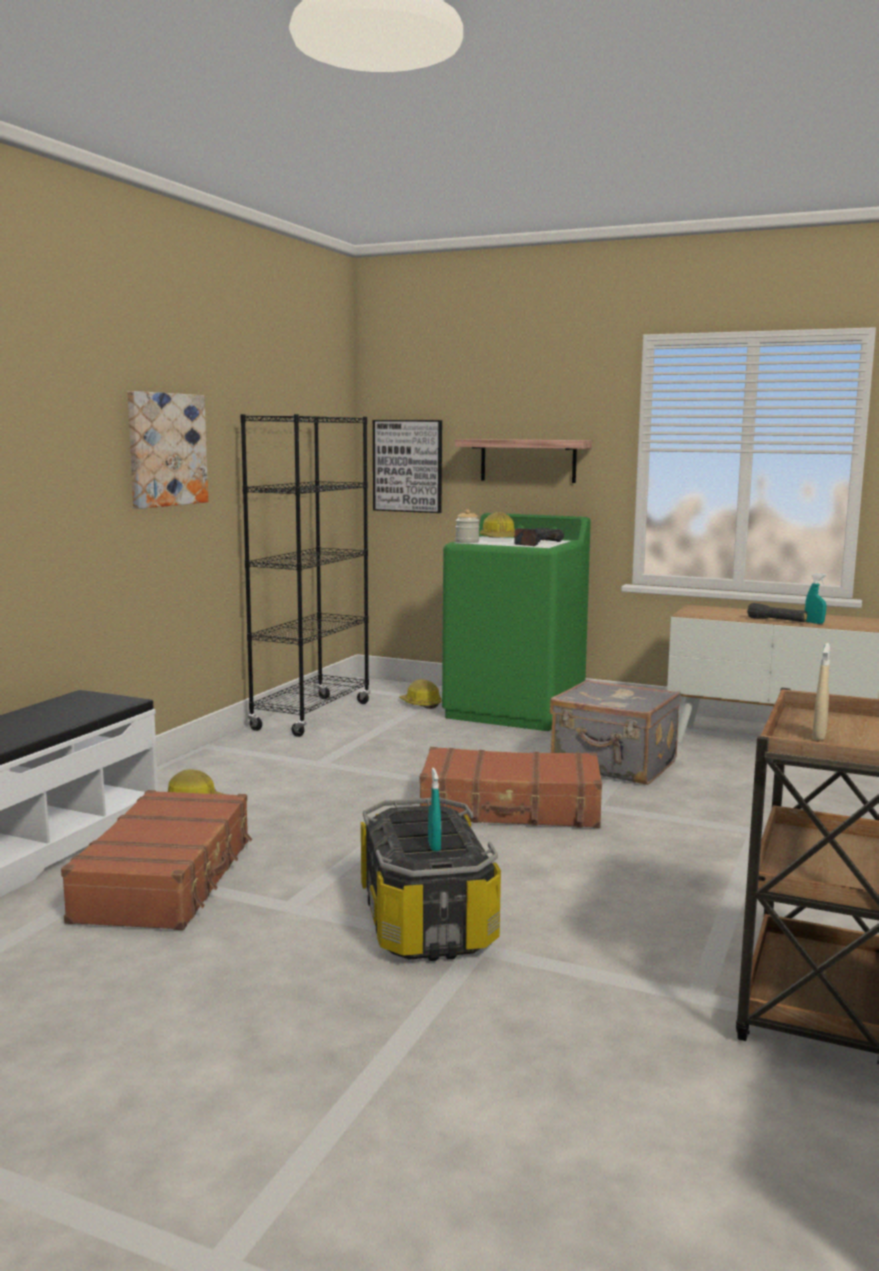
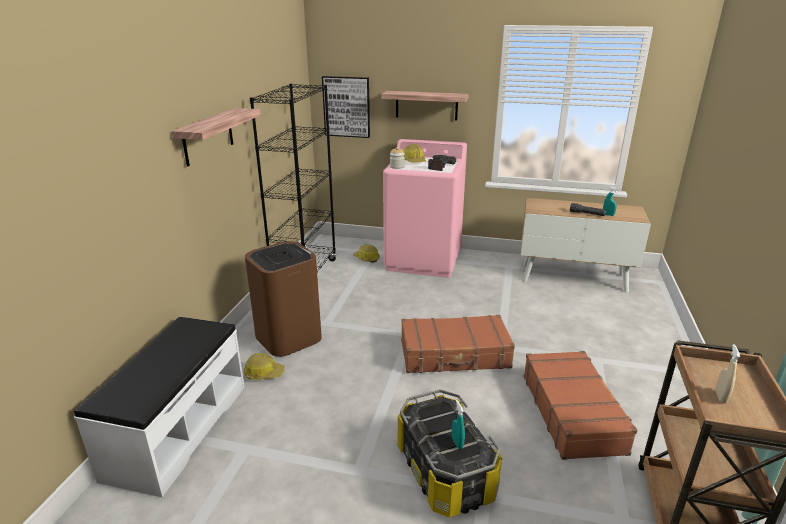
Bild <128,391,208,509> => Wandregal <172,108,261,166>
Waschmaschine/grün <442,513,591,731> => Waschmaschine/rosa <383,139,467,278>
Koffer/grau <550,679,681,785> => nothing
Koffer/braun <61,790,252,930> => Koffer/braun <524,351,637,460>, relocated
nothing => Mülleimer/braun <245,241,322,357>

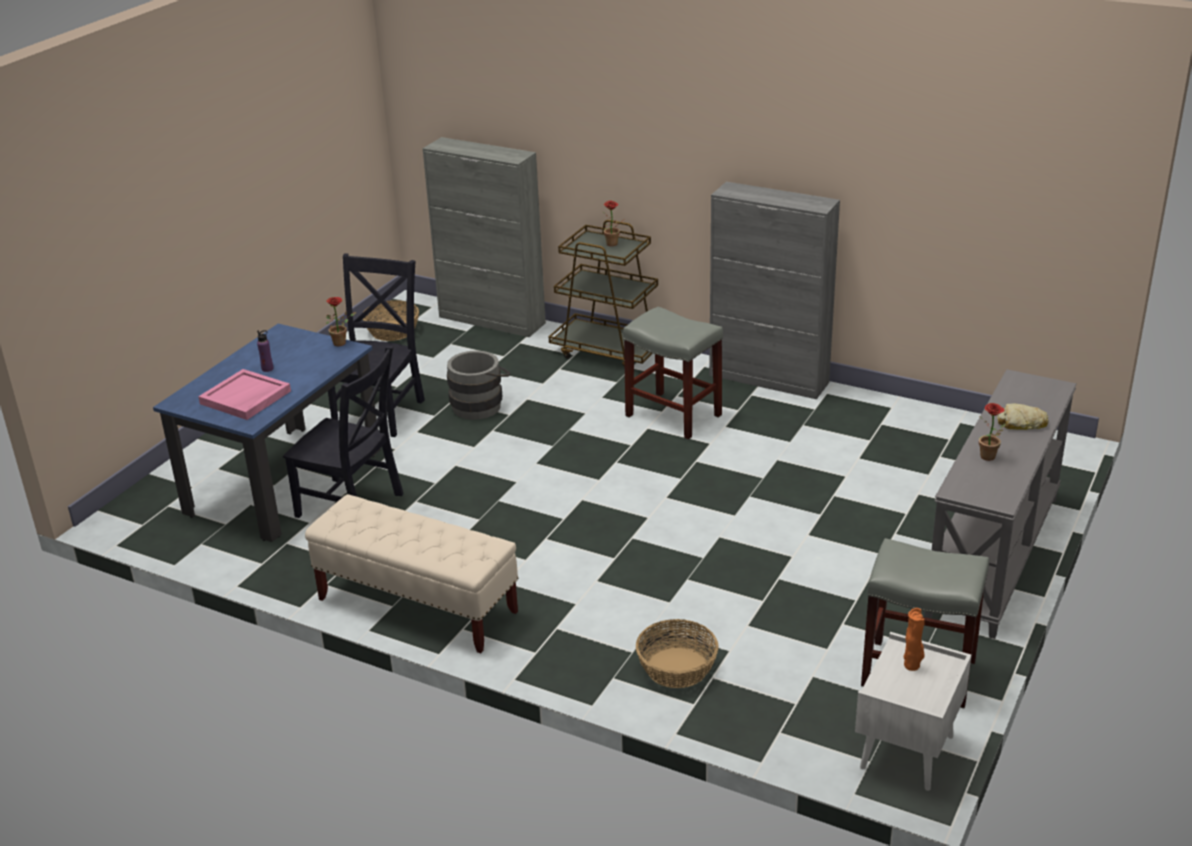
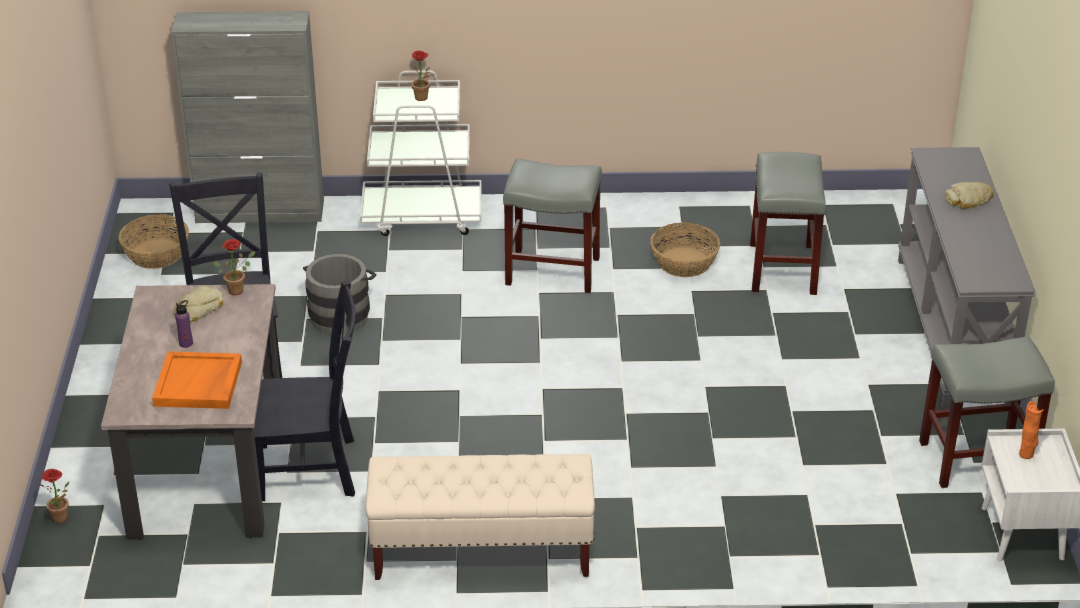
Schrank/grau <709,182,840,399> => nothing
Rollwagen/braun <549,220,658,367> => Rollwagen/weiß <360,71,481,236>
Esstisch/blau <153,324,381,542> => Esstisch/beige <101,284,280,540>
Tablett/rosa <198,369,291,420> => Tablett/orange <152,352,242,409>
Topfpflanze <979,403,1006,461> => Topfpflanze <40,469,69,523>, relocated
Korb <636,619,718,688> => Korb <650,222,720,277>, relocated
nothing => Hocker/grau <750,152,826,295>
nothing => Brot <173,285,223,322>

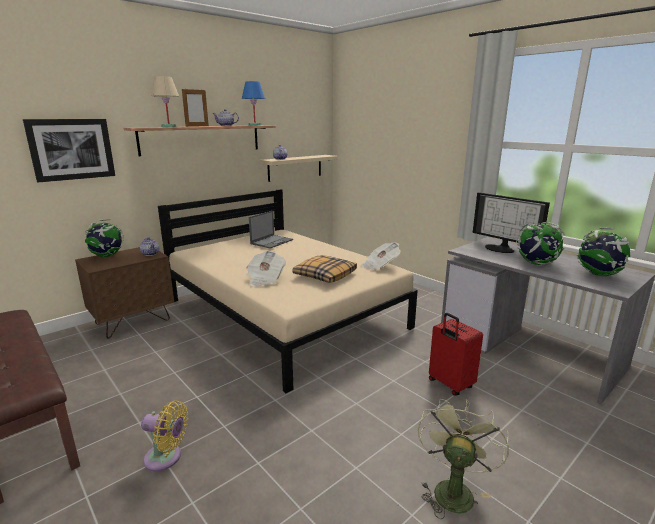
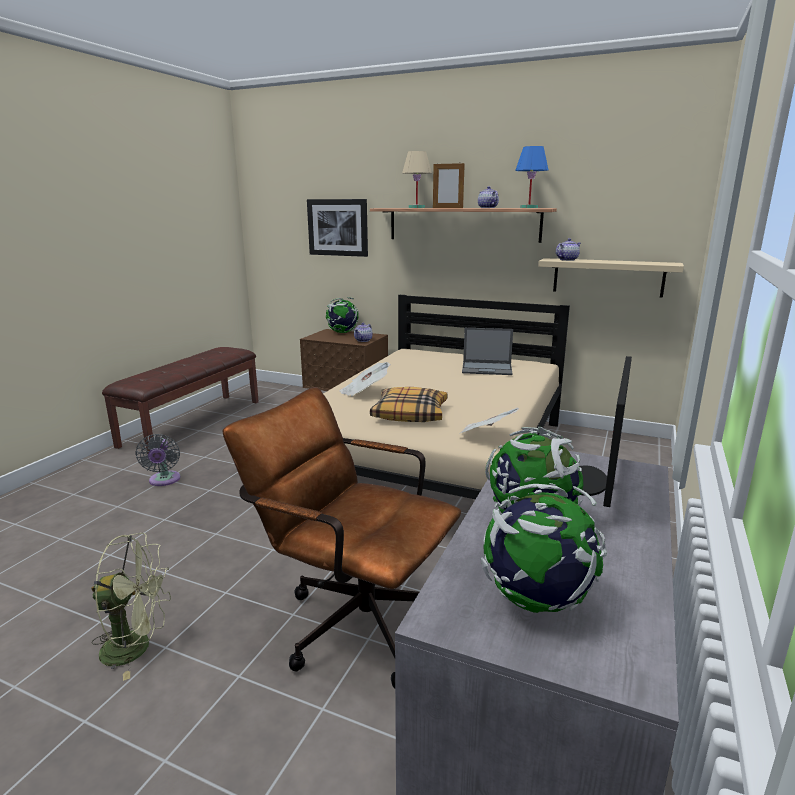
Koffer/rot <429,313,483,396> => Bürostuhl/braun <223,387,461,688>
Ventilator/gelb <141,400,188,472> => Ventilator/grau <135,434,180,486>

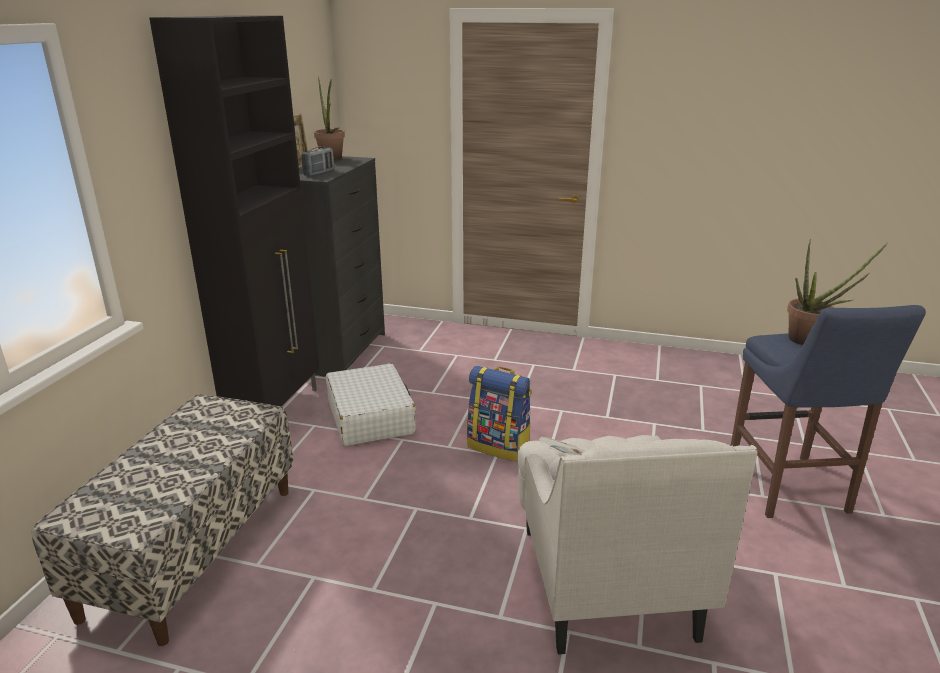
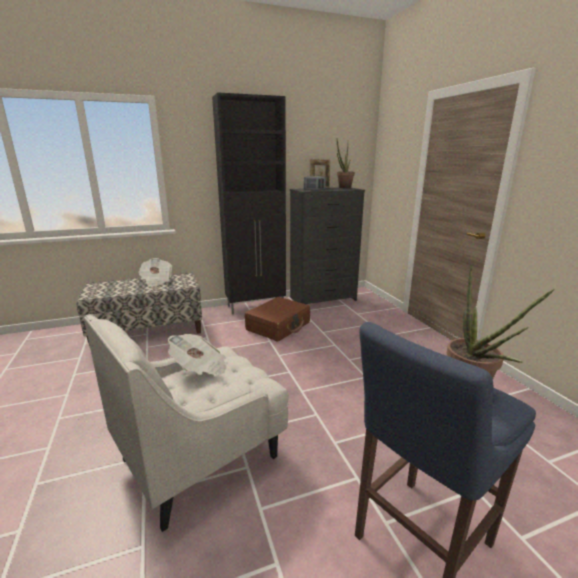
Koffer/weiß <326,363,416,446> => Koffer/braun <245,297,310,342>
Rucksack <467,366,531,461> => nothing
nothing => Zeitung <138,258,172,287>

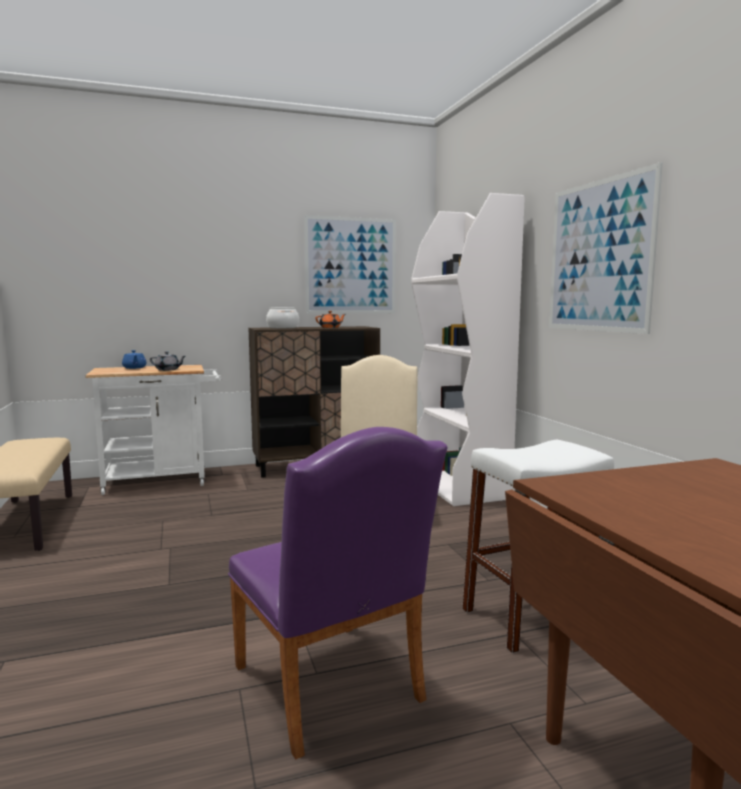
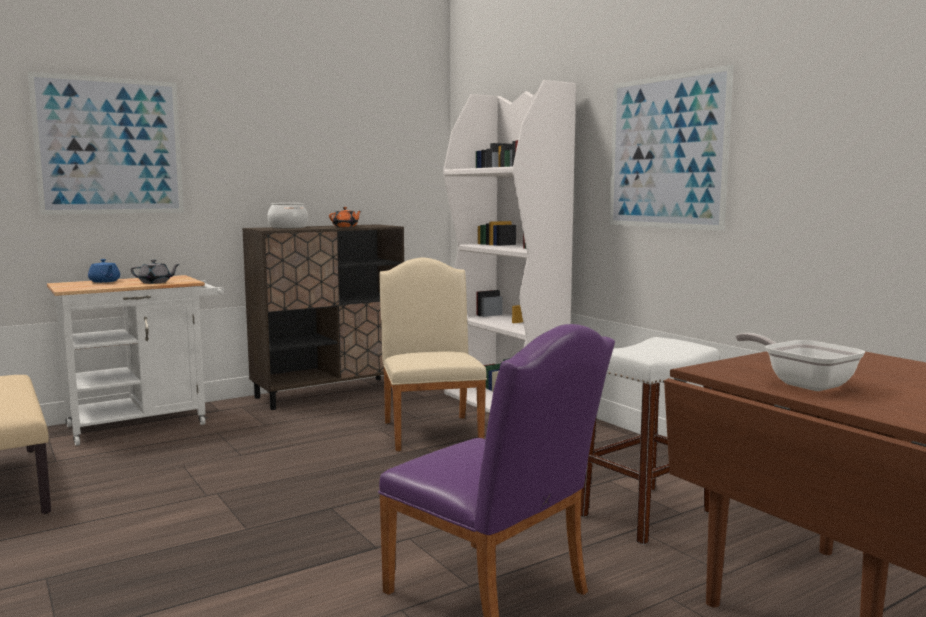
Bild <304,215,396,314> => Bild <28,72,184,215>, relocated
nothing => Pfanne <735,333,865,391>

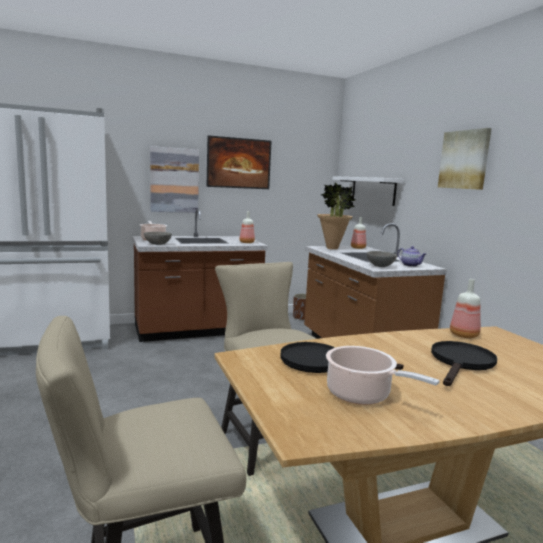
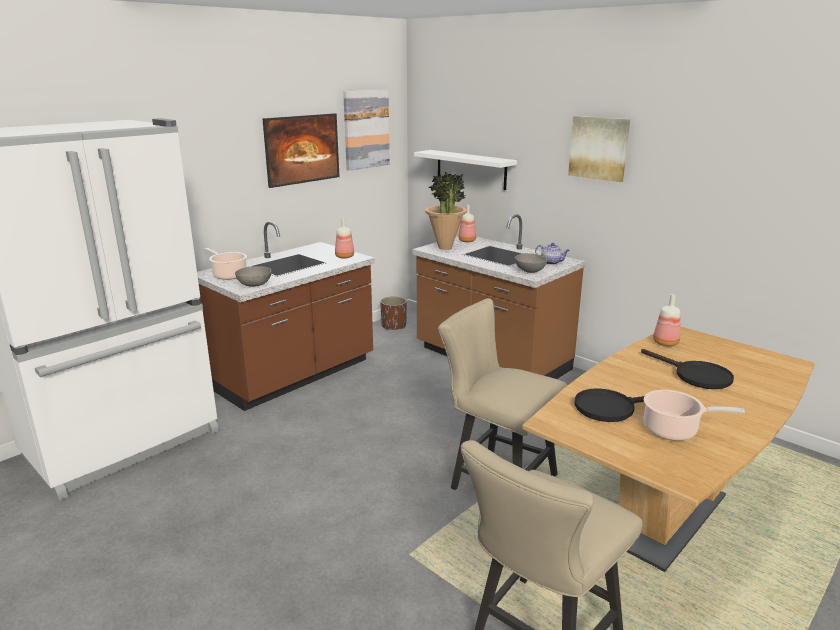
Bild <150,146,199,213> => Bild <343,90,390,171>, relocated
Pfanne/schwarz <431,341,497,386> => Pfanne/schwarz <641,349,734,389>, 135 degrees clockwise

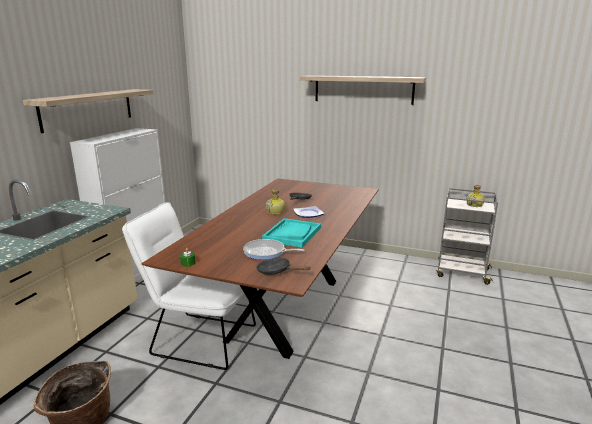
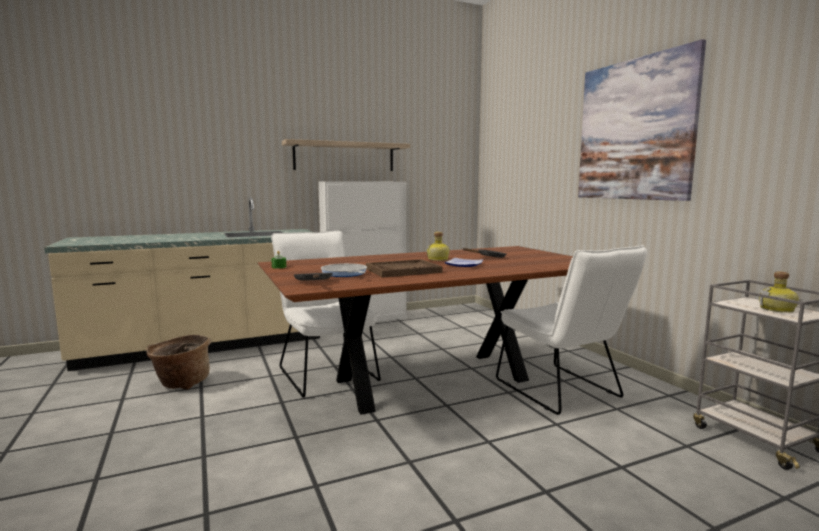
Wandregal <300,75,426,105> => Bild <578,39,706,201>
Tablett/türkis <262,218,321,248> => Tablett/braun <366,259,442,278>
nothing => Stuhl/weiß <496,245,647,415>

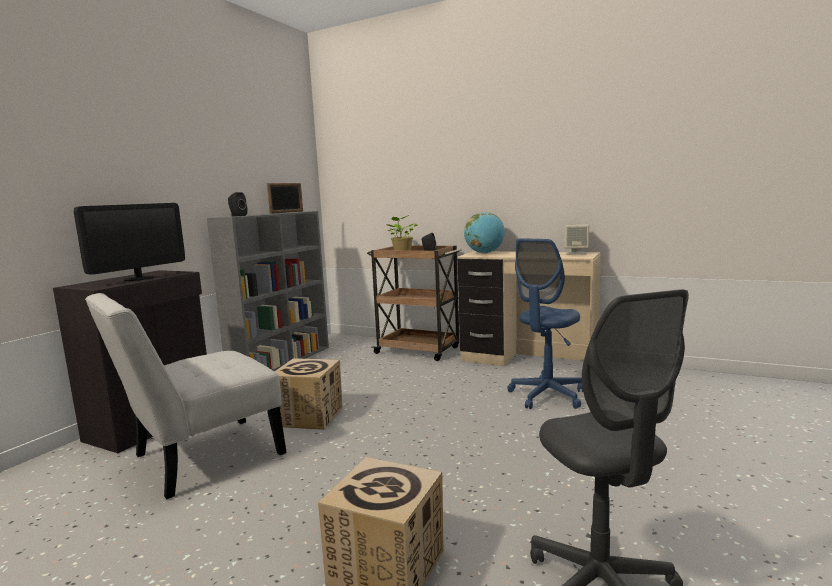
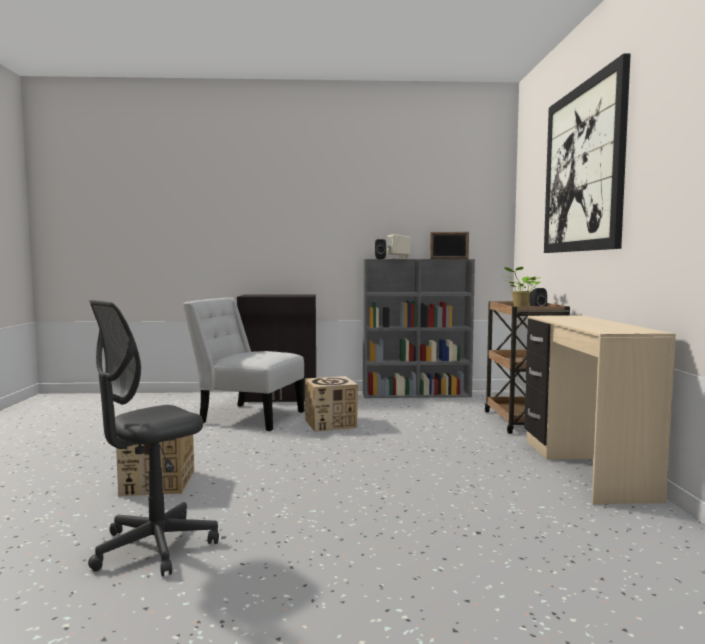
Monitor <74,203,185,281> => nothing
Globus <464,212,505,253> => nothing
Lautsprecher/beige <564,225,589,255> => Lautsprecher/beige <386,234,411,259>, relocated
Bürostuhl/blau <507,238,583,409> => nothing
nothing => Bild <544,53,631,253>

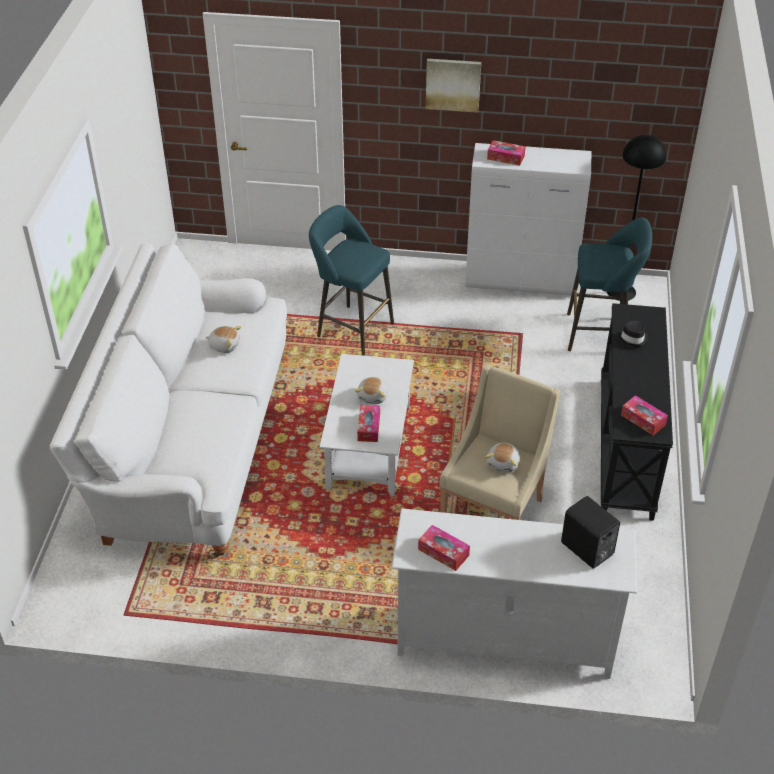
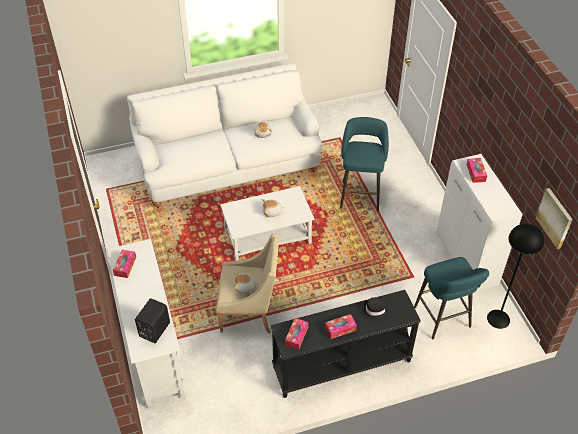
Bild <426,59,481,112> => Bild <536,188,573,249>, relocated
Taschentuchbox <357,405,380,442> => Taschentuchbox <325,314,357,339>, relocated

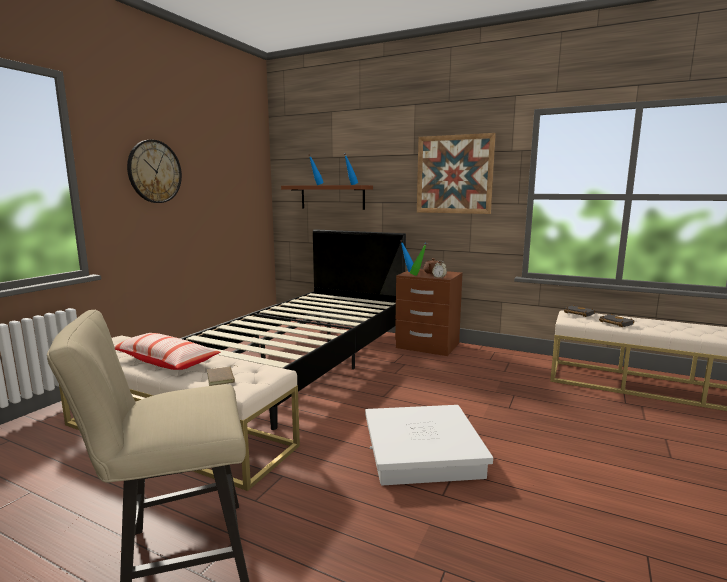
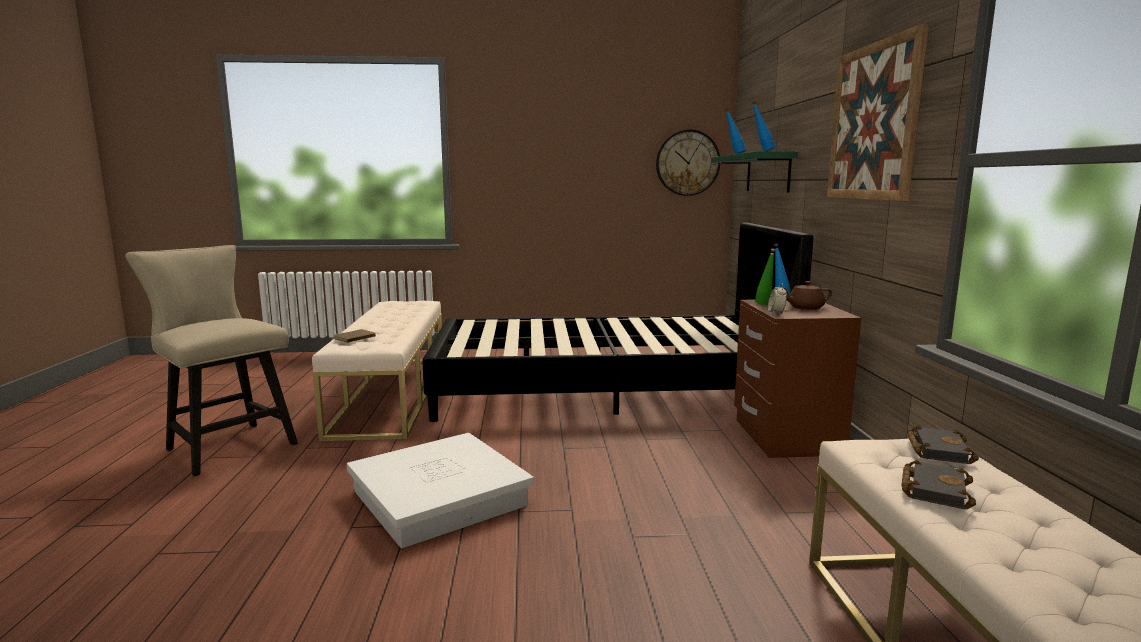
Wanduhr <127,140,182,203> => Wanduhr <656,129,720,196>, relocated
Wandregal/braun <281,185,373,210> => Wandregal/grün <711,151,798,193>
Kissen <114,333,220,370> => nothing

